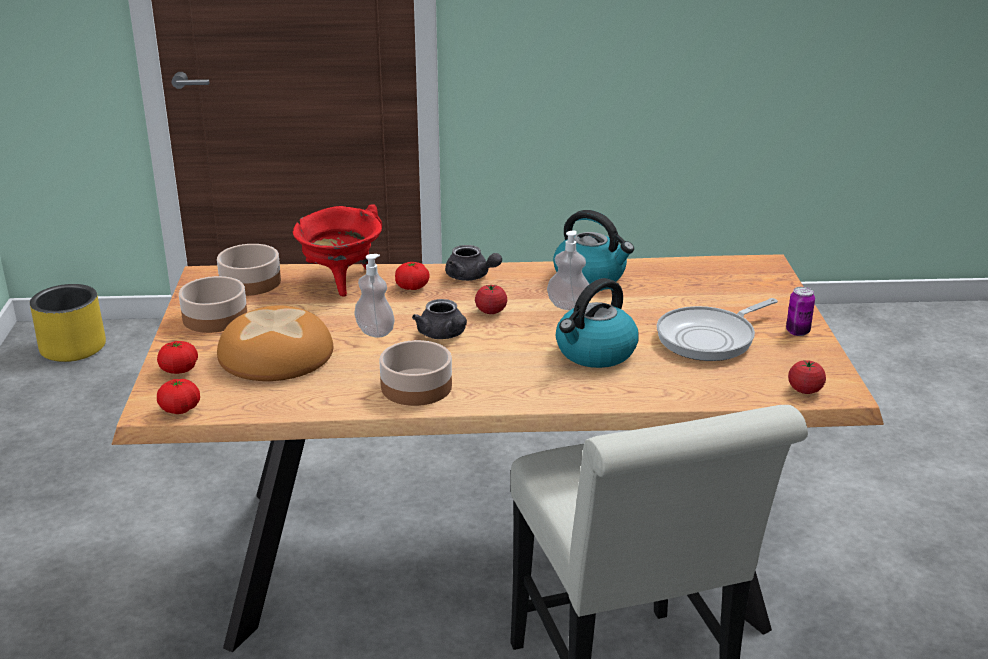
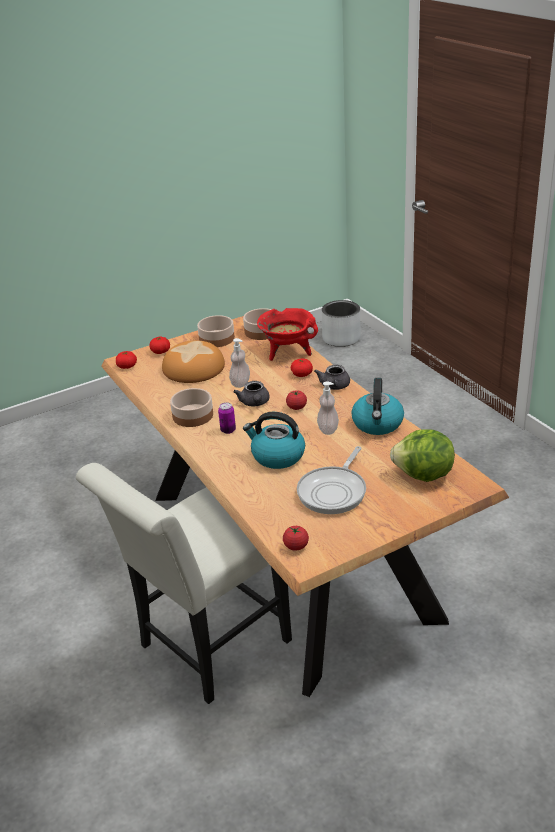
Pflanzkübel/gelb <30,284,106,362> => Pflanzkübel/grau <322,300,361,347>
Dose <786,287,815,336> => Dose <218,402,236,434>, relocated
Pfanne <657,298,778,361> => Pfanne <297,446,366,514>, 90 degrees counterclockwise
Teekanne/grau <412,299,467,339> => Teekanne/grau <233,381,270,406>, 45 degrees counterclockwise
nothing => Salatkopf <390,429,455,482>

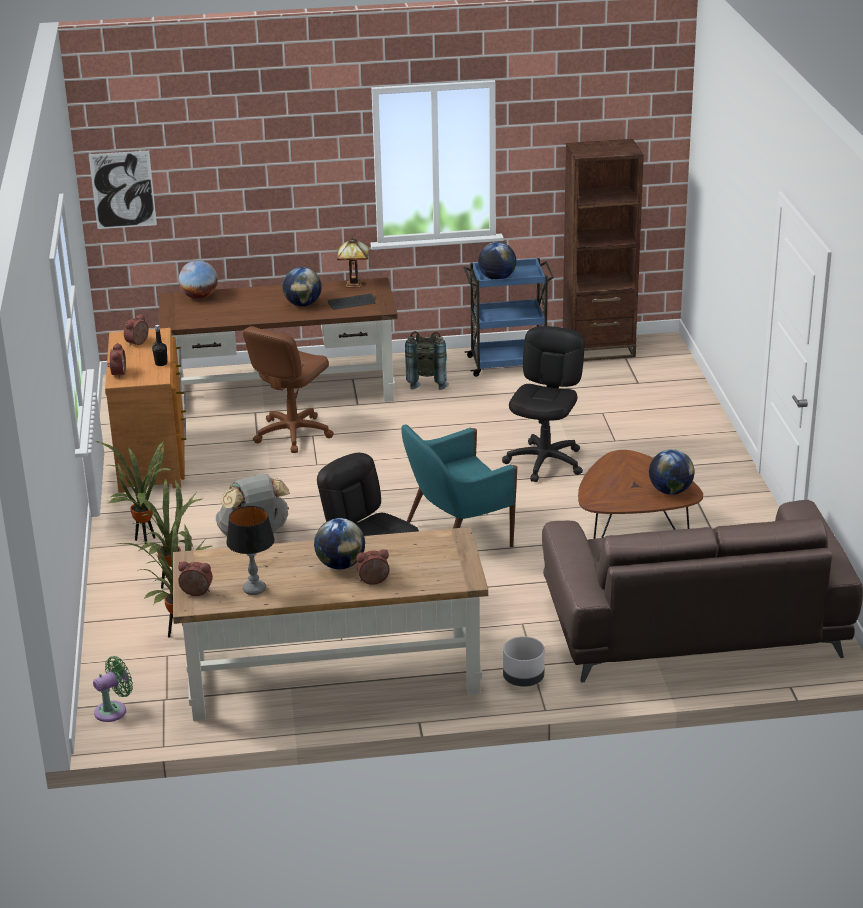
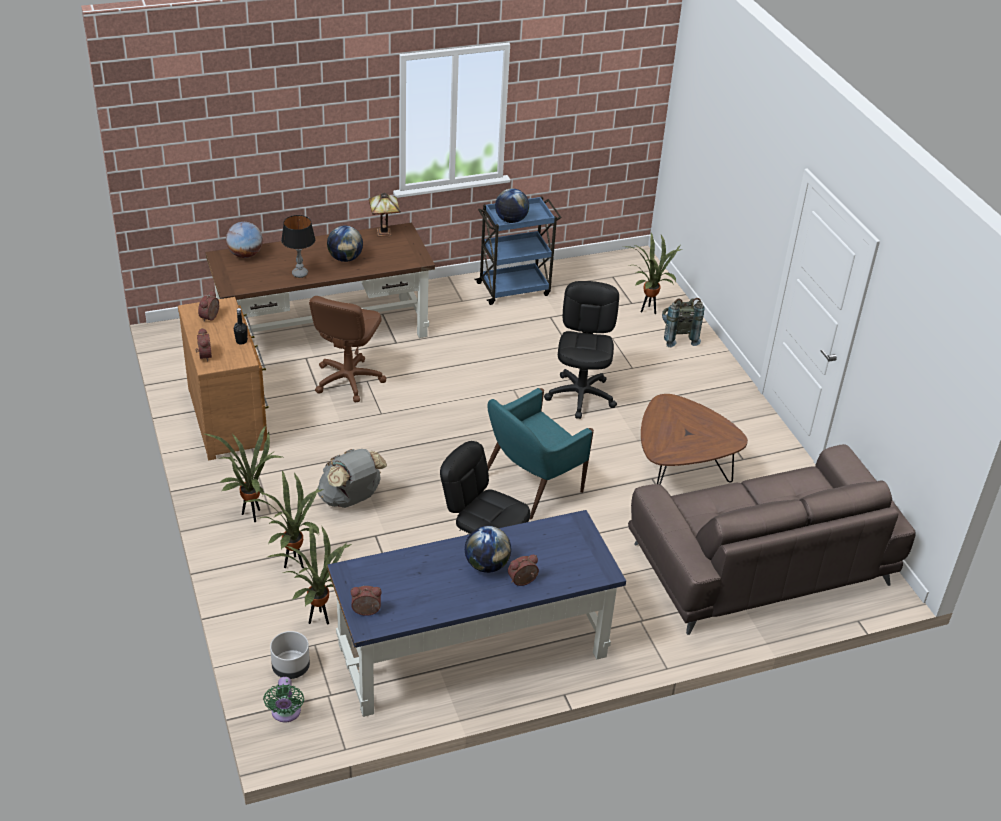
Bücherregal/braun <563,139,644,361> => nothing
Bild <89,151,157,229> => nothing
Tastatur <328,293,376,310> => nothing
Rucksack/grau <405,331,449,390> => Rucksack/grau <662,298,705,347>, relocated
Globus <649,449,695,495> => nothing
Tischlampe <226,506,275,595> => Tischlampe <281,215,315,278>, relocated
Schreibtisch/braun <173,527,488,721> => Schreibtisch/blau <327,510,626,717>
Pflanzkübel/grau <503,636,545,687> => Pflanzkübel/grau <270,631,310,679>, relocated
Ventilator/grün <93,656,133,722> => Ventilator/grün <263,677,304,722>, 135 degrees clockwise
nothing => Topfpflanze <625,233,682,314>

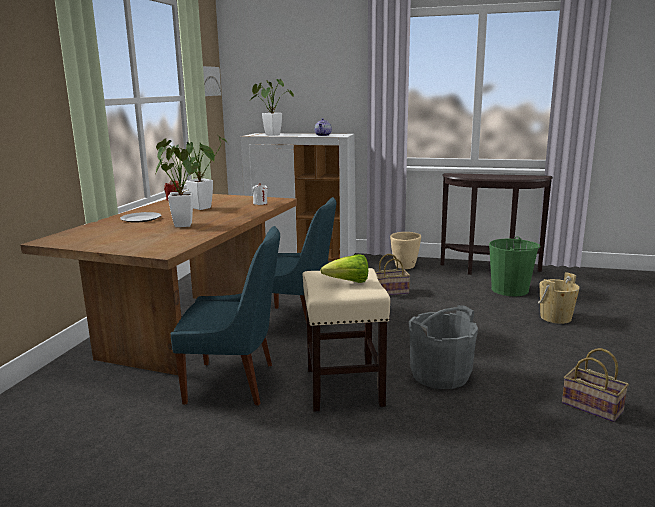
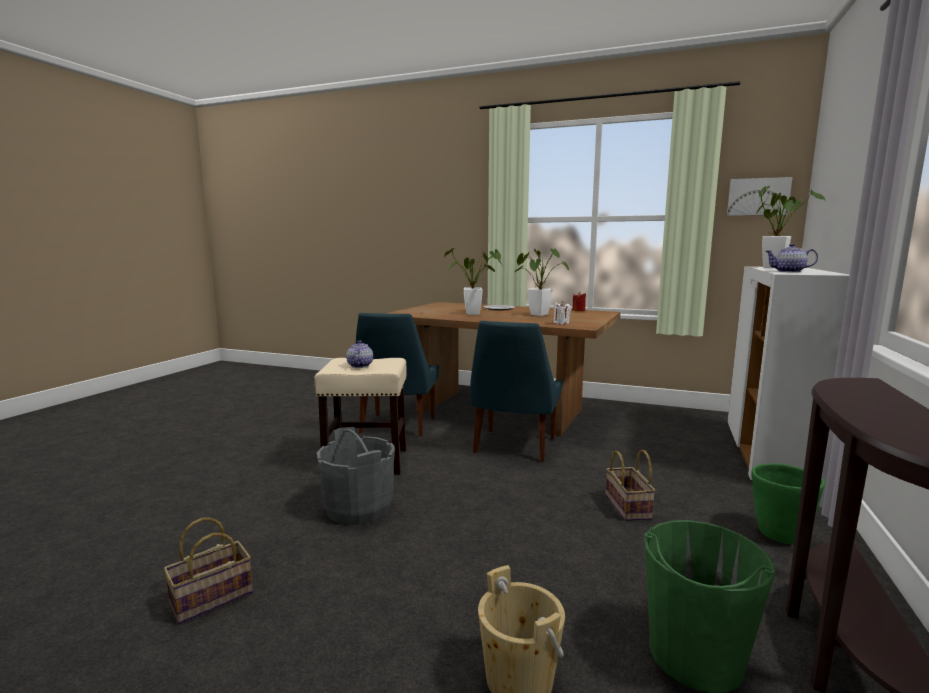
Pflanzkübel/beige <390,232,421,269> => Pflanzkübel/grün <751,463,825,544>
Salatkopf <320,254,368,283> => Teekanne <346,340,373,368>

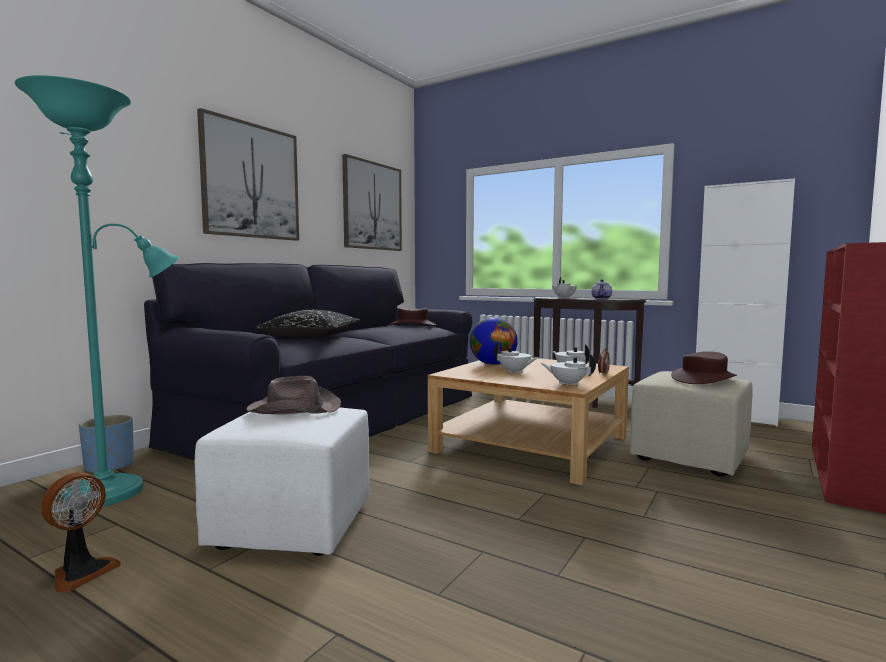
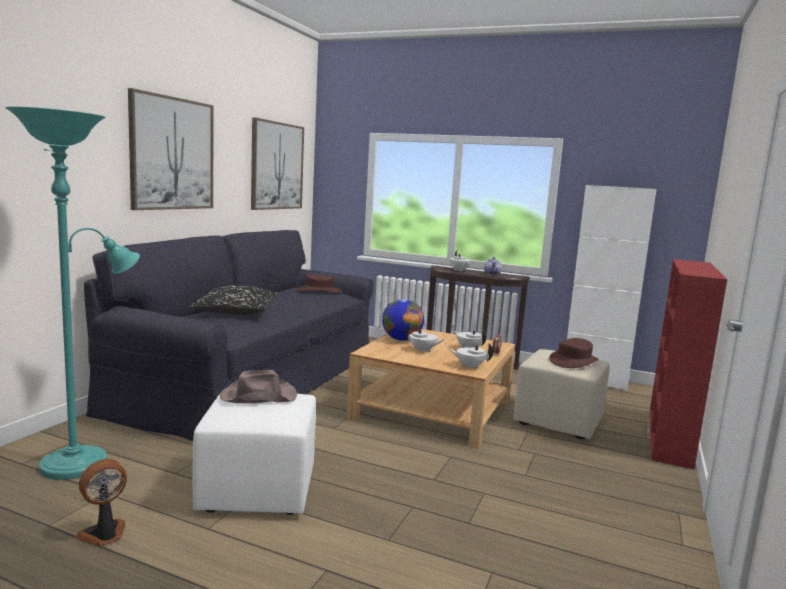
Pflanzkübel/blau <79,415,134,473> => nothing
Ventilator <41,472,121,593> => Ventilator <76,459,127,546>, 150 degrees counterclockwise

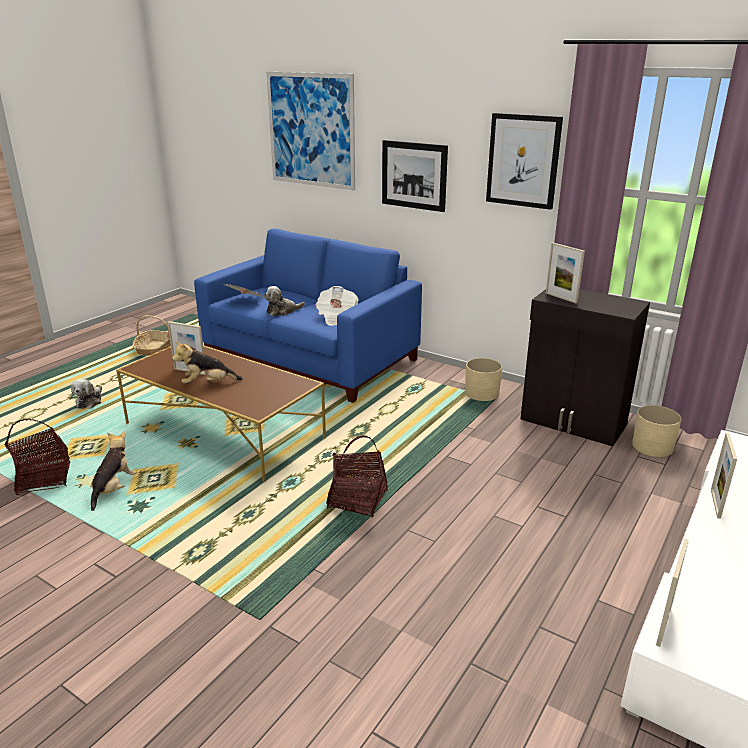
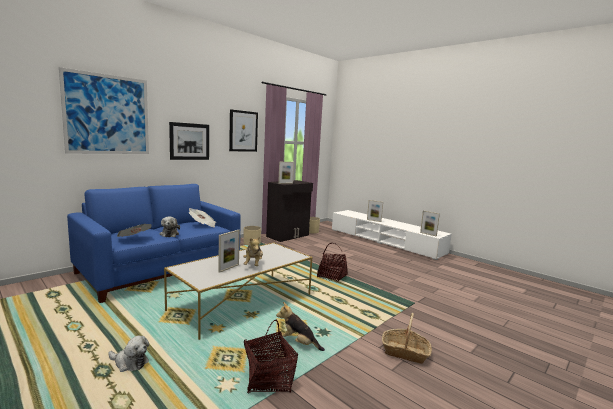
Korb <133,315,171,355> => Korb <382,313,432,364>, relocated
Couchtisch/braun <116,345,326,482> => Couchtisch/weiß <164,243,313,340>

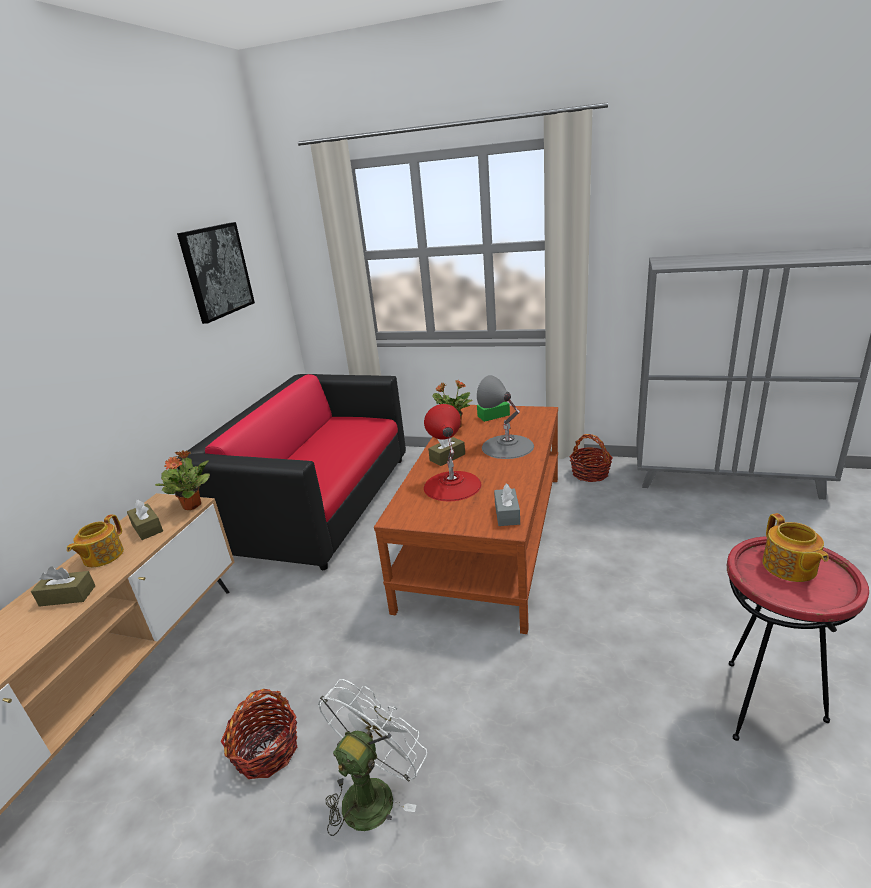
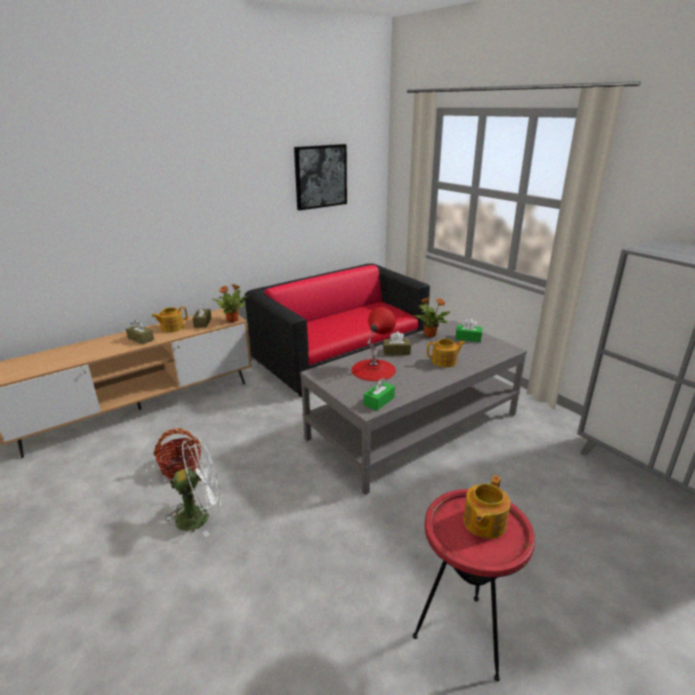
Tischlampe/grau <477,375,534,459> => Teekanne <427,339,465,368>
Couchtisch/braun <374,405,558,634> => Couchtisch/grau <300,320,527,495>
Korb <569,434,613,482> => nothing
Taschentuchbox/grau <494,484,520,526> => Taschentuchbox/grün <364,378,395,411>

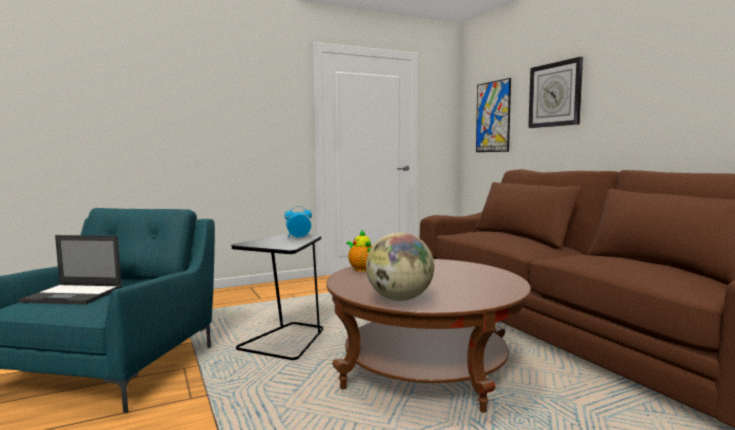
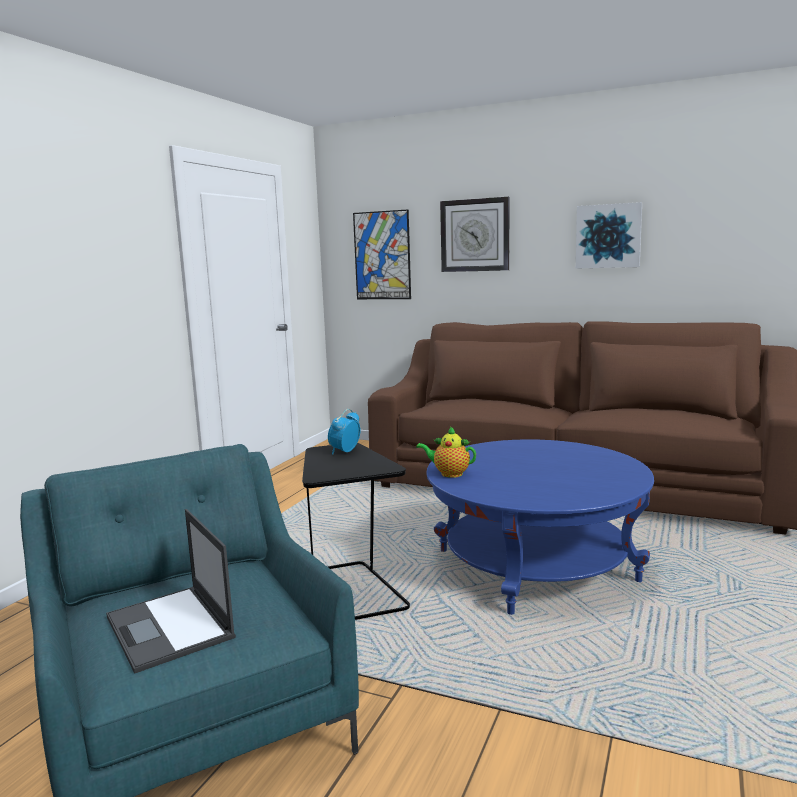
Globus <366,232,434,301> => nothing
Laptop <18,235,122,305> => Laptop <106,509,236,674>, 90 degrees clockwise
Couchtisch/braun <326,259,531,413> => Couchtisch/blau <426,439,654,615>
nothing => Bild <576,202,642,269>

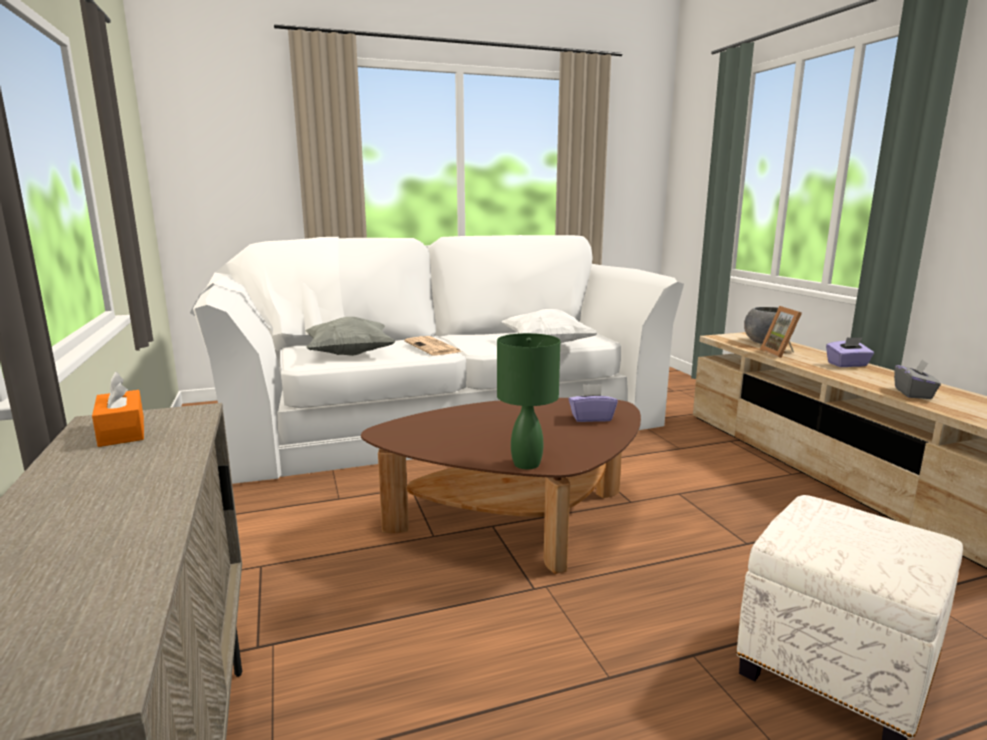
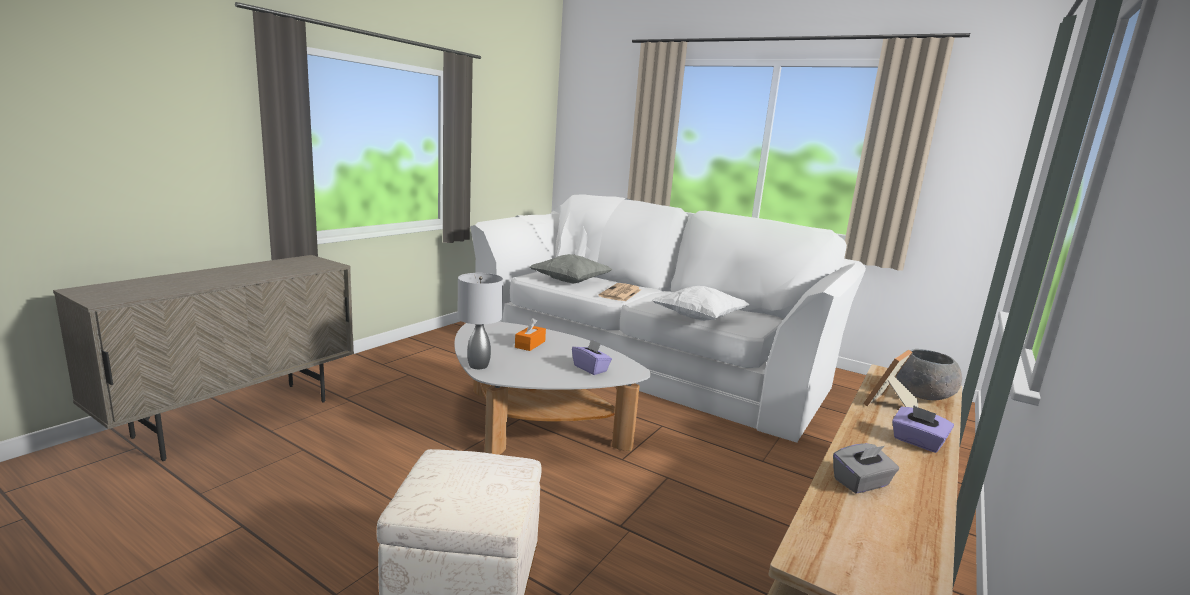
Tischlampe/grün <497,333,560,469> => Tischlampe/grau <457,273,503,369>
Taschentuchbox/orange <92,372,144,447> => Taschentuchbox/orange <515,318,546,351>, relocated
Couchtisch/braun <361,398,641,574> => Couchtisch/weiß <454,322,651,455>

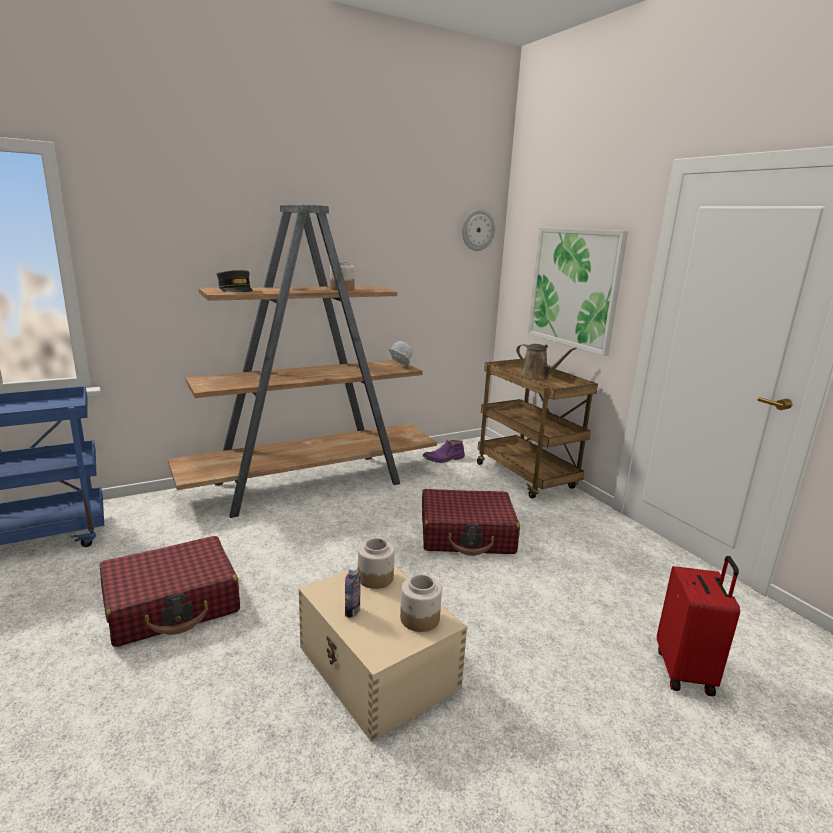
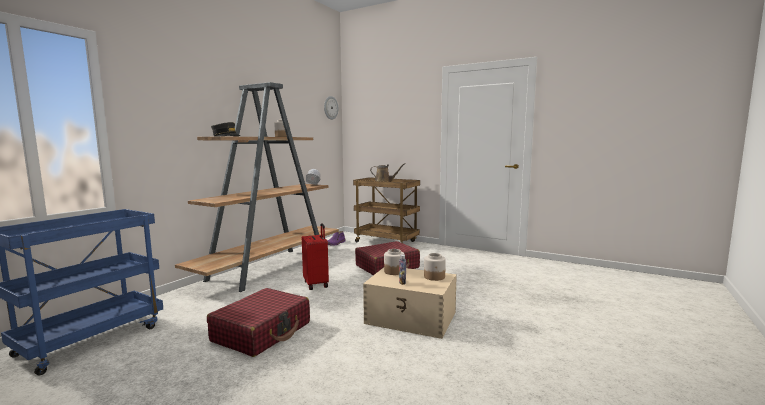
Bild <528,227,628,356> => nothing
Koffer/rot <657,556,740,696> => Koffer/rot <302,223,329,290>, relocated

